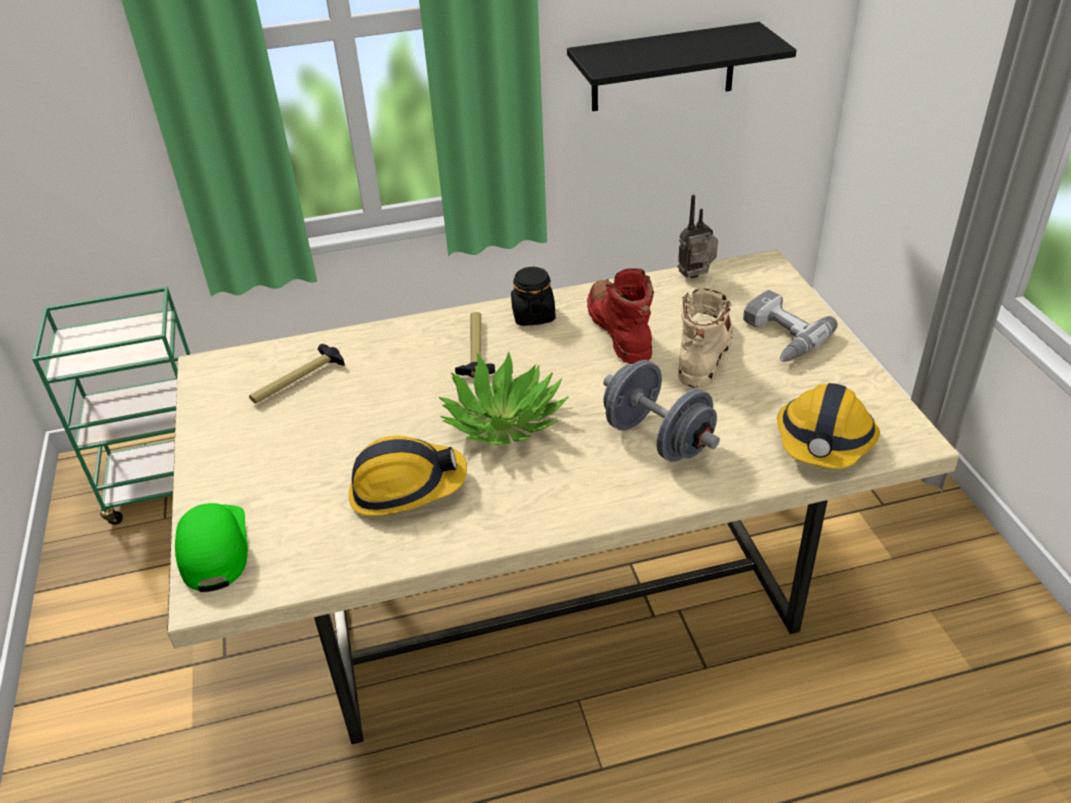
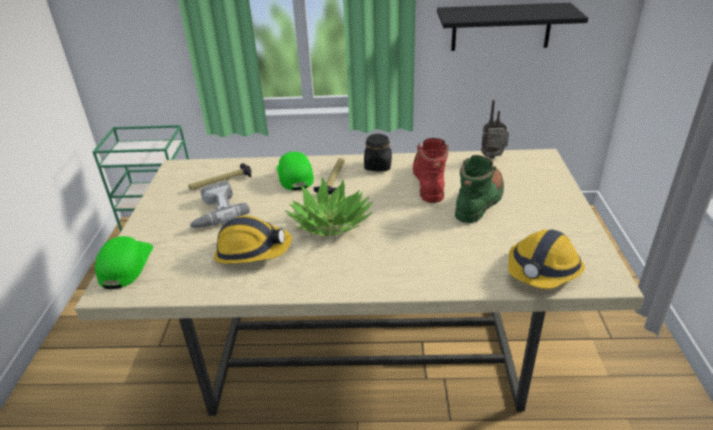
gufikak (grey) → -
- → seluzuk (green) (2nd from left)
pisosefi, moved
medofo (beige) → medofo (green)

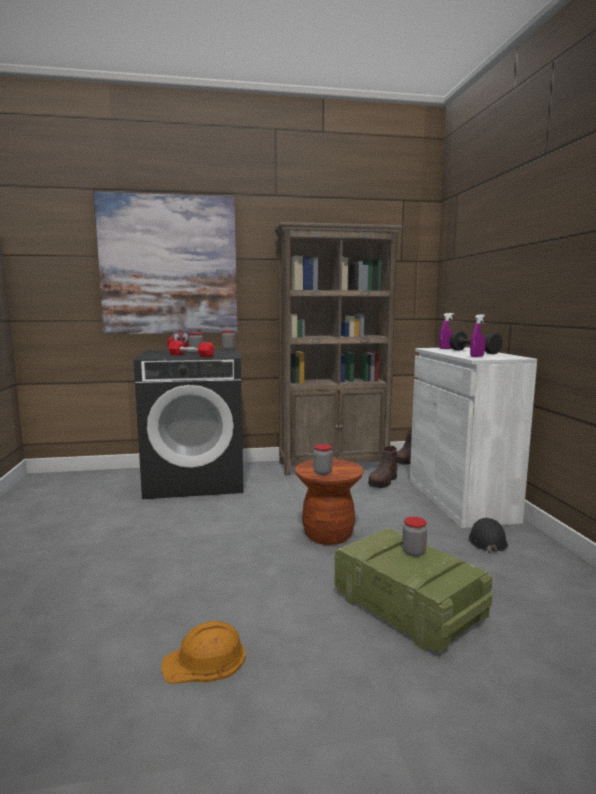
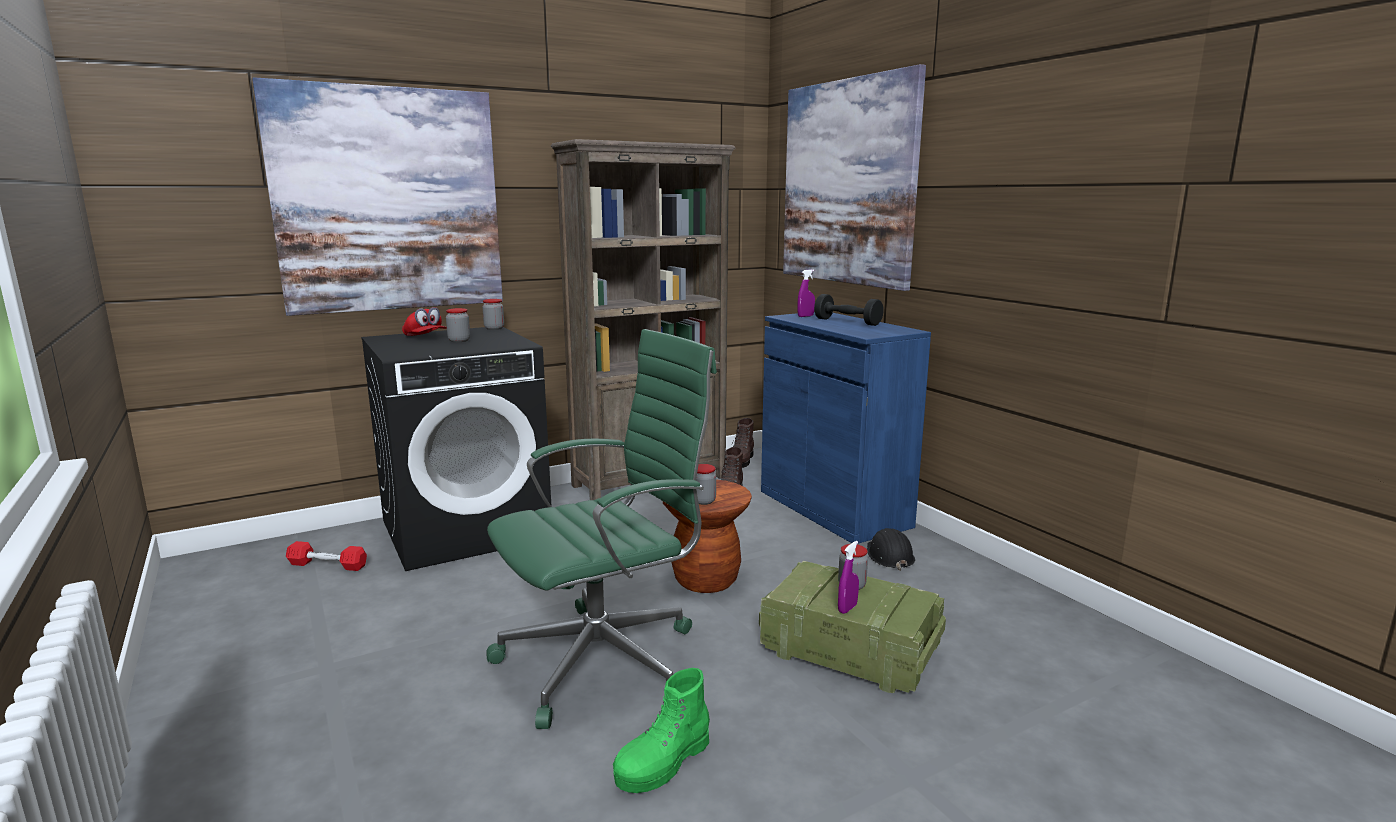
- → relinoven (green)
- → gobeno (2nd from left)
gufikak (red), moved
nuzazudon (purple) (2nd from left), moved
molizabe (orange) → medofo (green)
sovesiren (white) → sovesiren (blue)

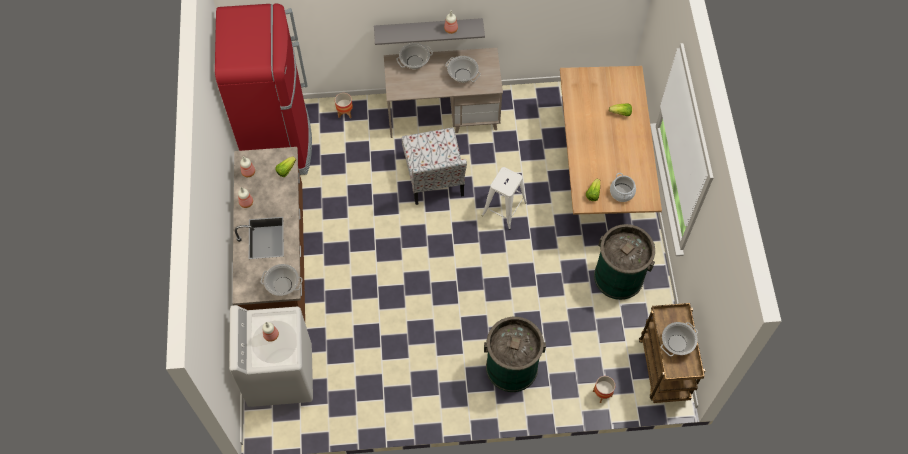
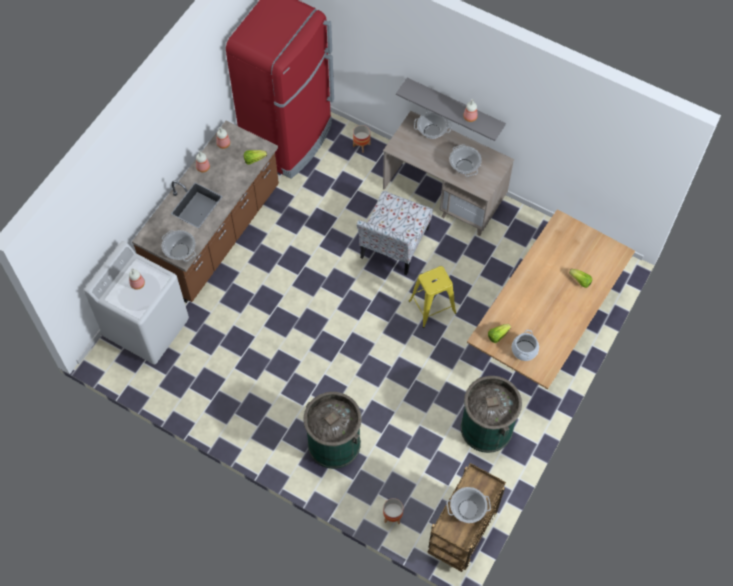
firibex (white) → firibex (yellow)

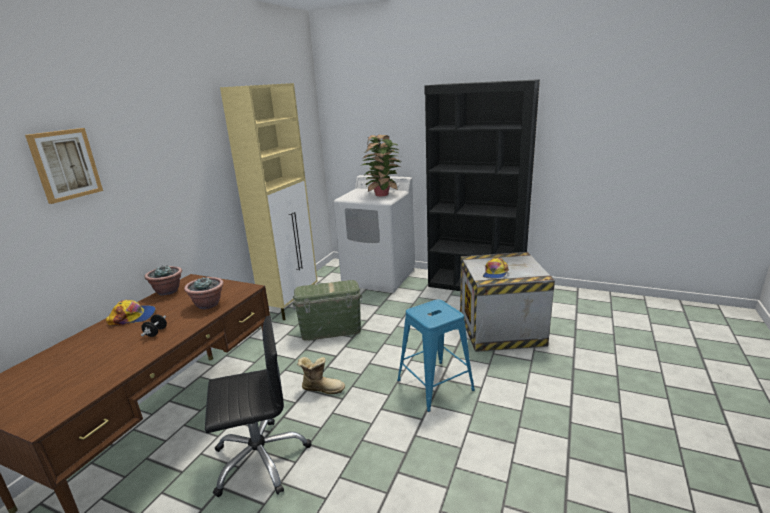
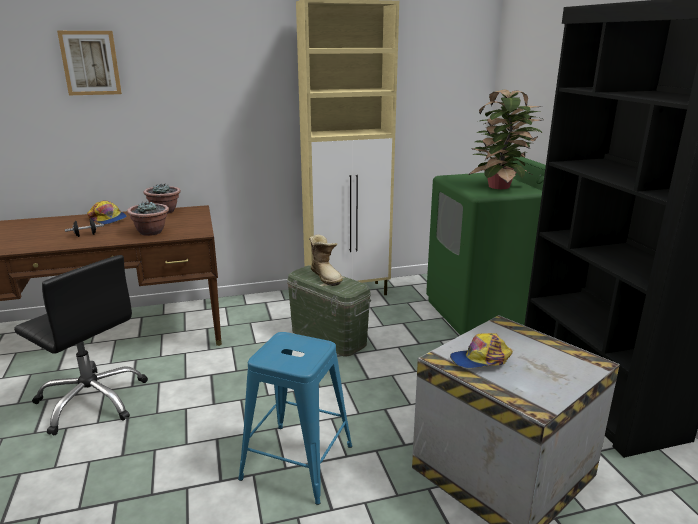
medofo, moved
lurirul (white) → lurirul (green)

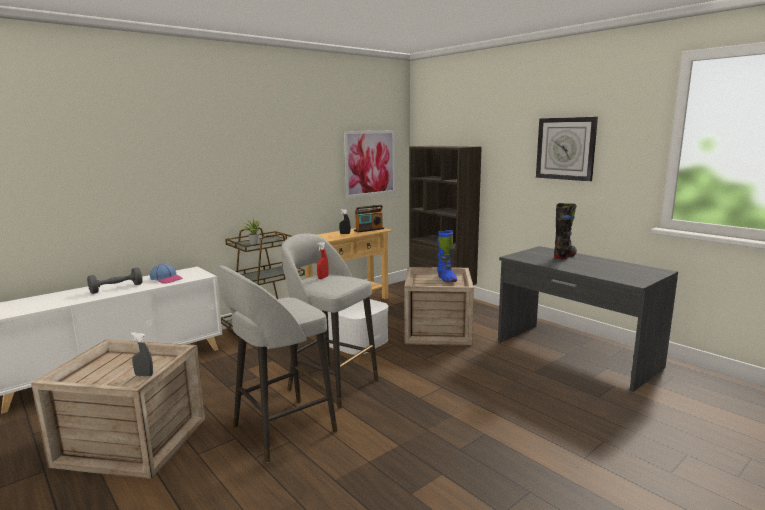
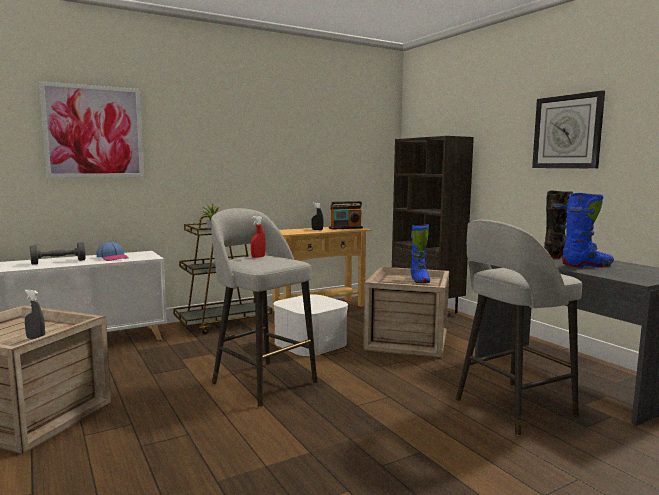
- → medofo (blue) (2nd from left)
firibex (grey) (1st from left in the first image) → firibex (grey) (2nd from left), moved
gobeno, moved

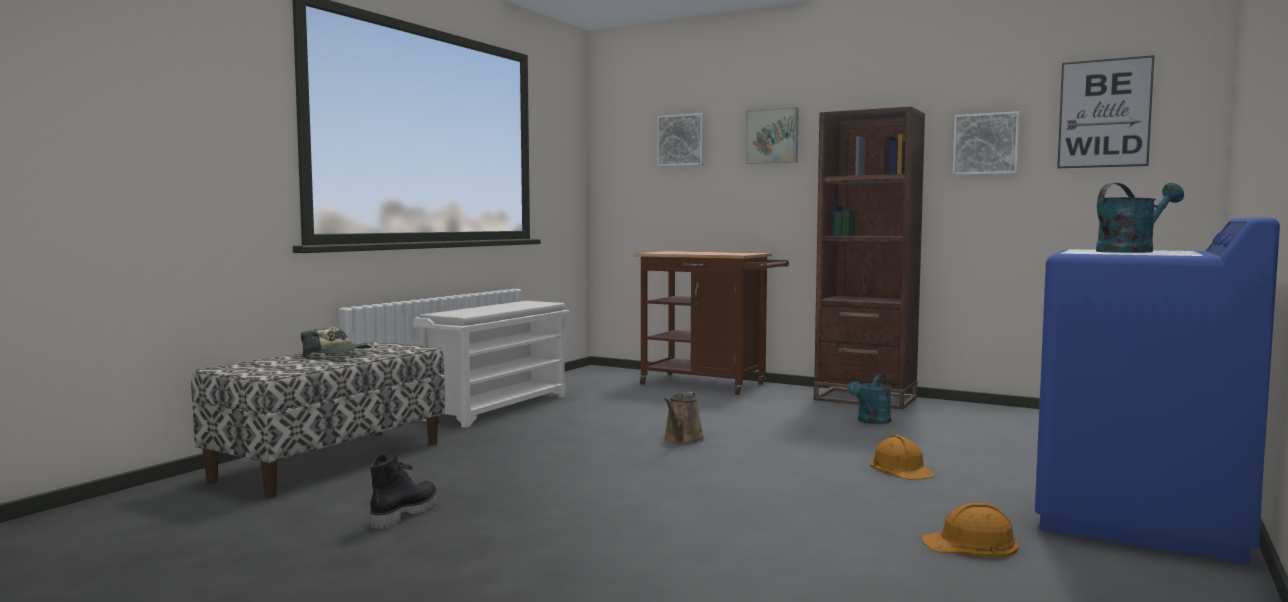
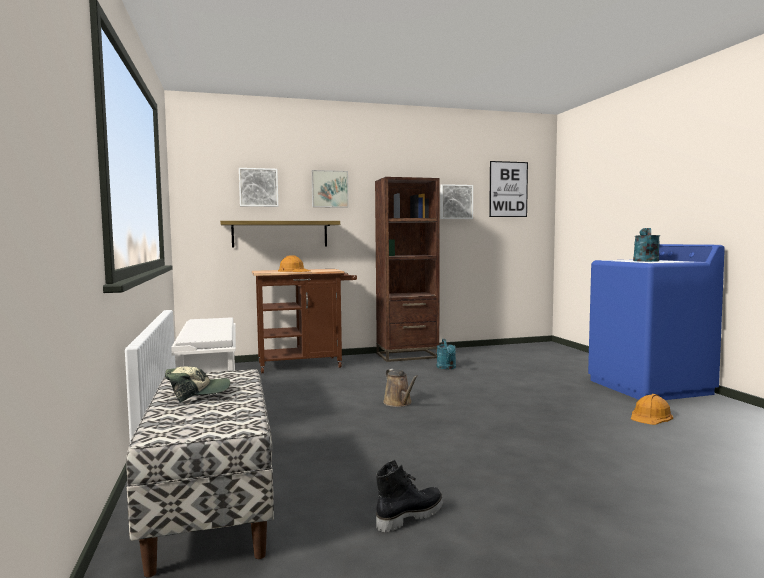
- → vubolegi
molizabe (orange) (1st from left), moved
medofo (black), 75 degrees clockwise

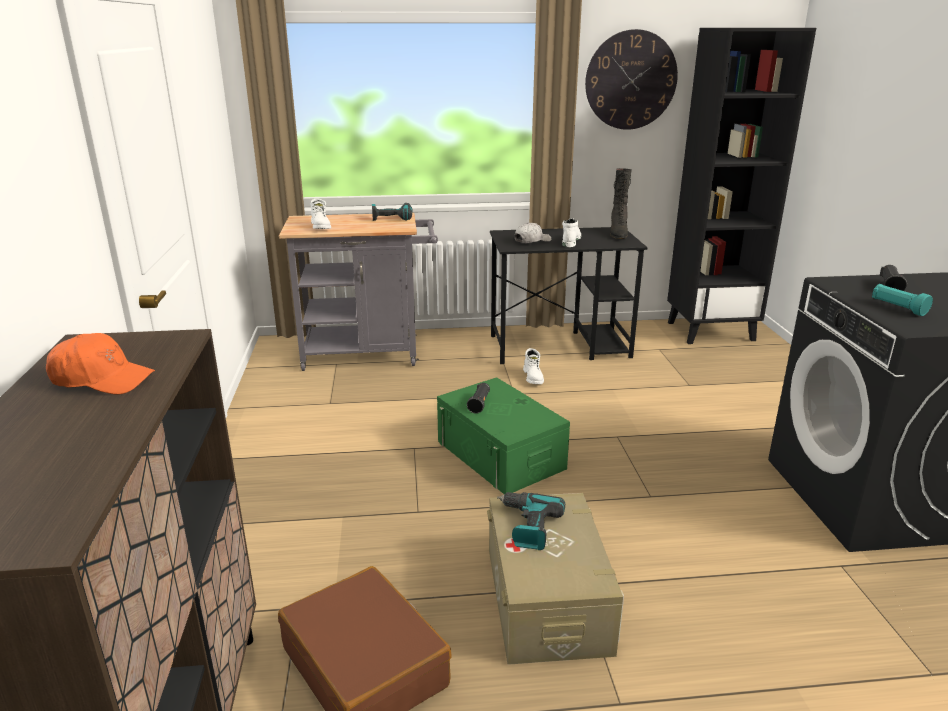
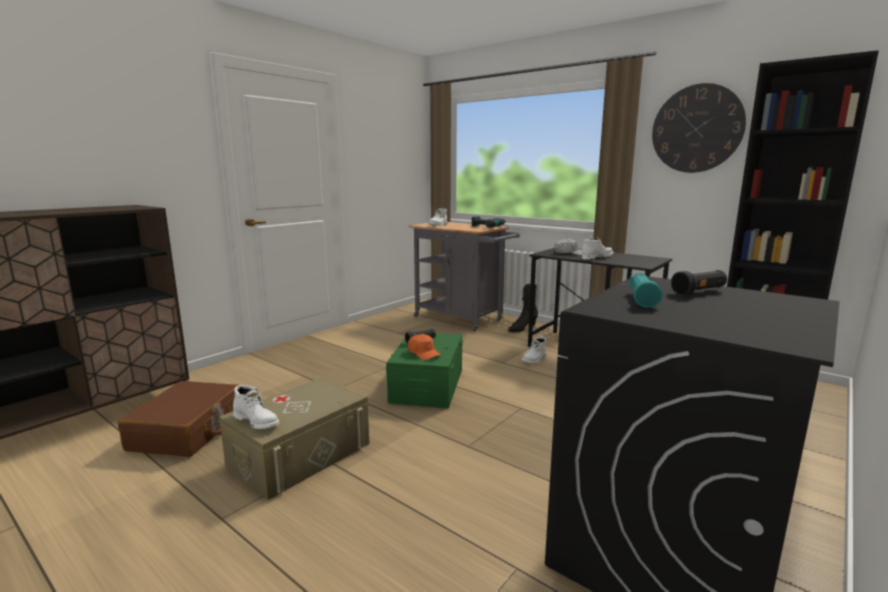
pisosefi (2nd from left) → -
- → medofo (white) (1st from left)
seluzuk (orange), moved
medofo (black), moved

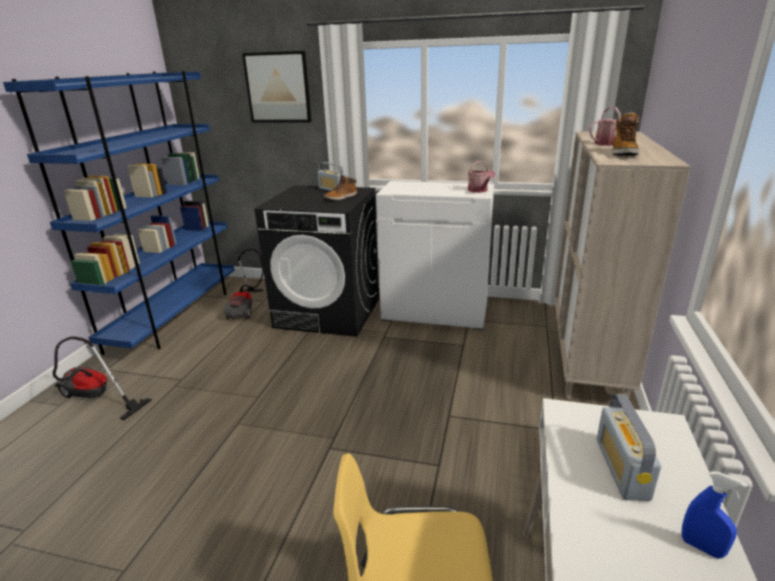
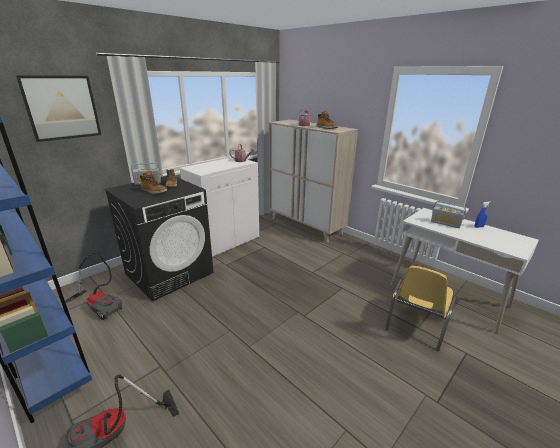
- → medofo (1st from left)

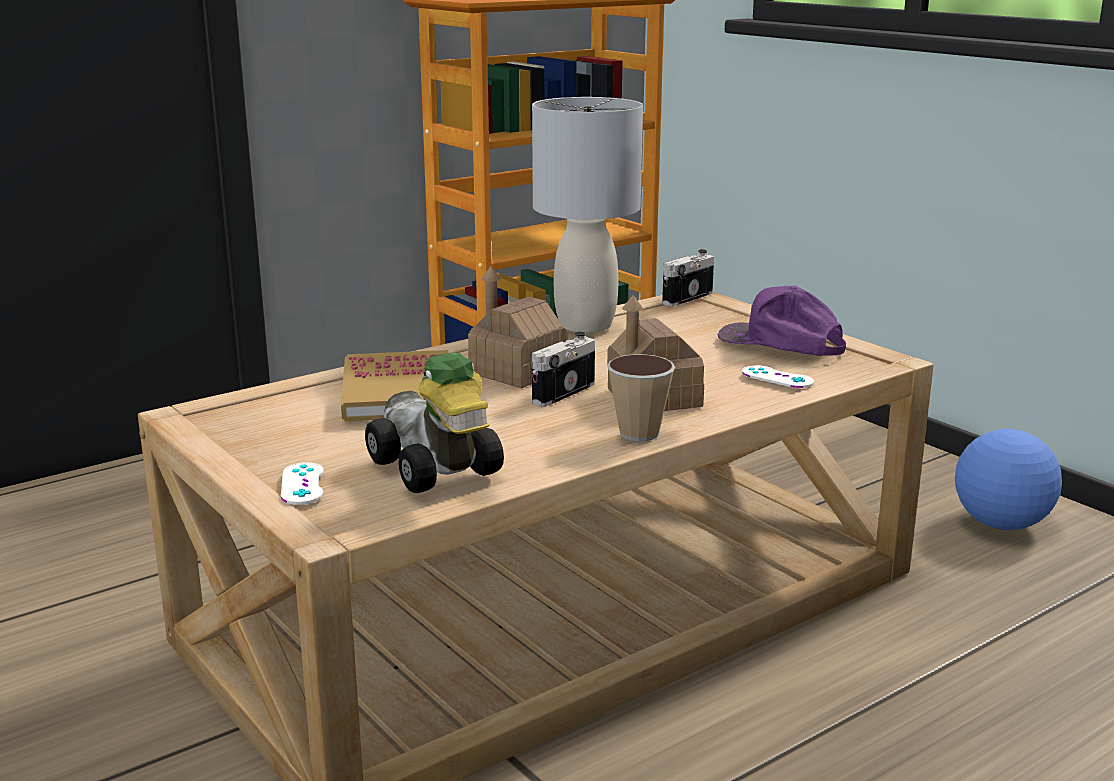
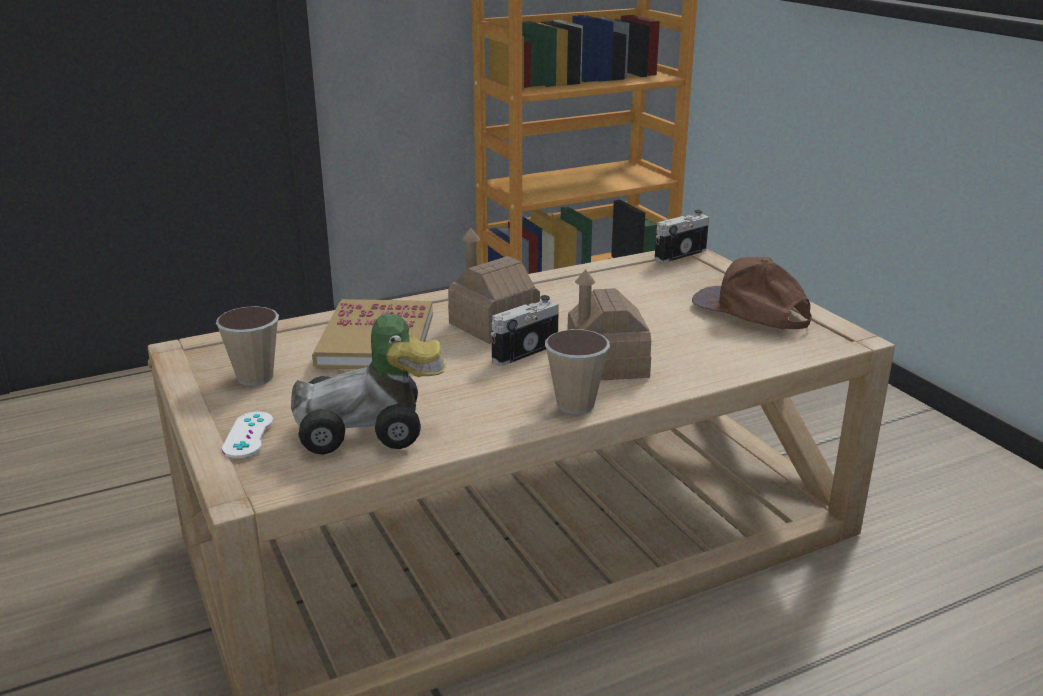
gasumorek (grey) → -
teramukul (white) (2nd from left) → -
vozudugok → -
- → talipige (1st from left)
seluzuk (purple) → seluzuk (brown)
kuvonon, 75 degrees counterclockwise

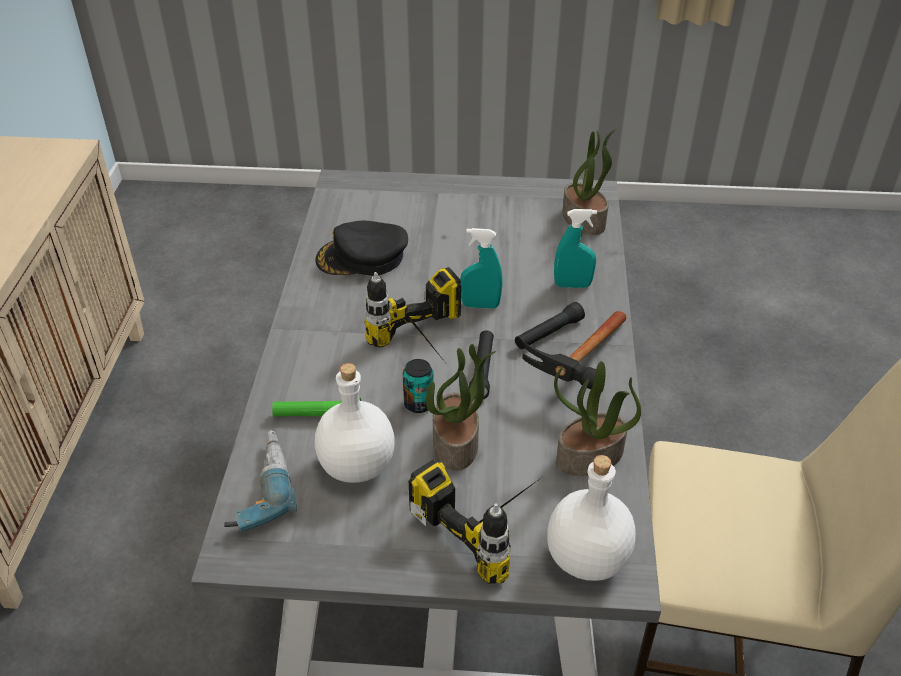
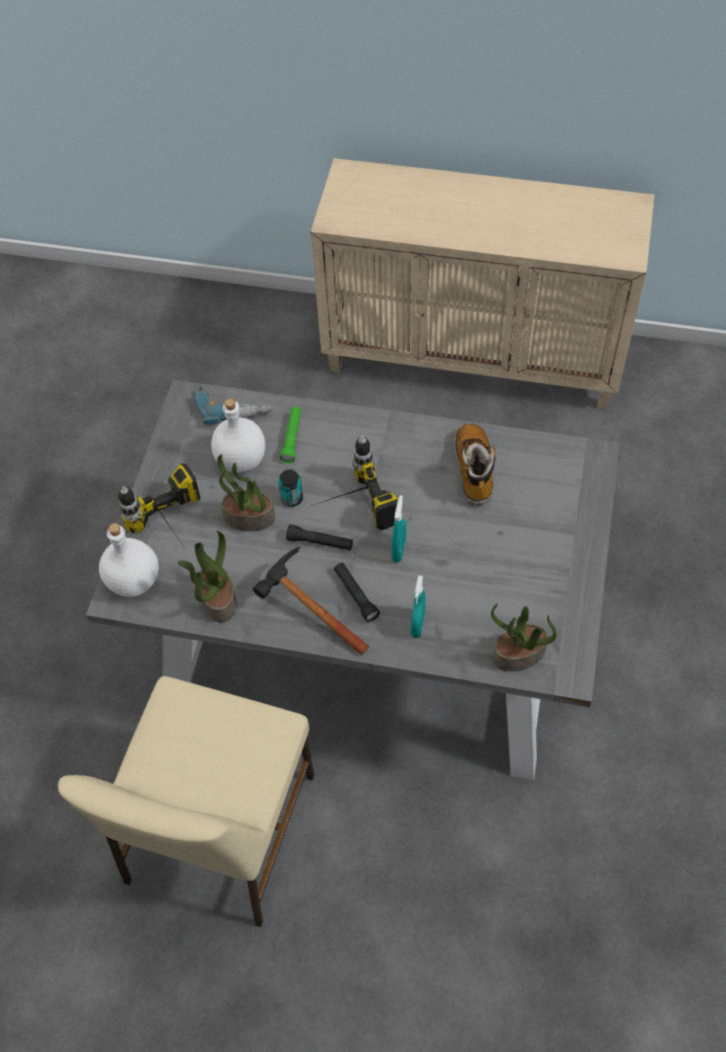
seluzuk (black) → medofo

